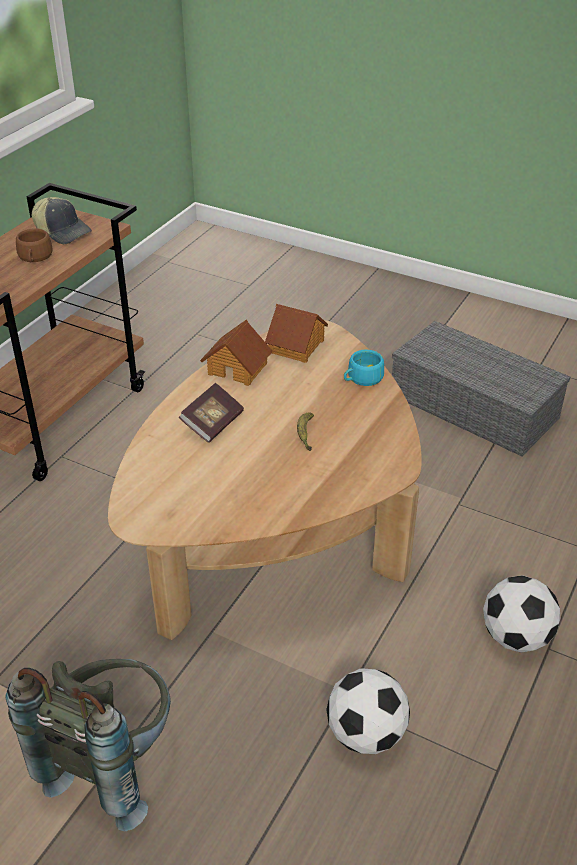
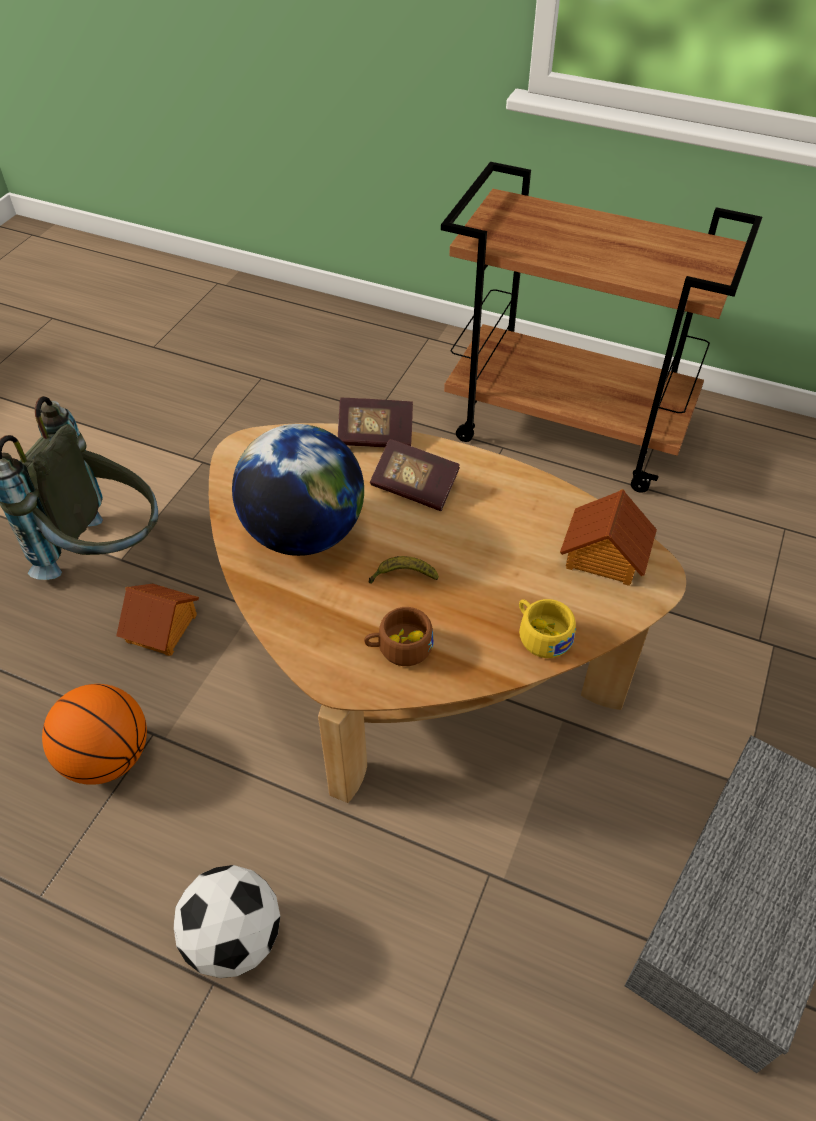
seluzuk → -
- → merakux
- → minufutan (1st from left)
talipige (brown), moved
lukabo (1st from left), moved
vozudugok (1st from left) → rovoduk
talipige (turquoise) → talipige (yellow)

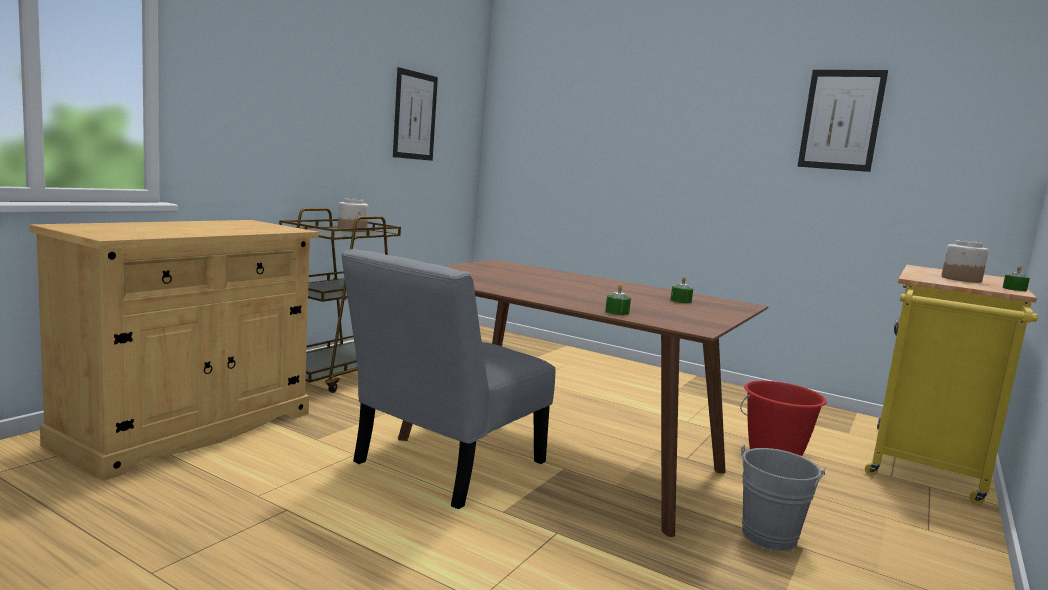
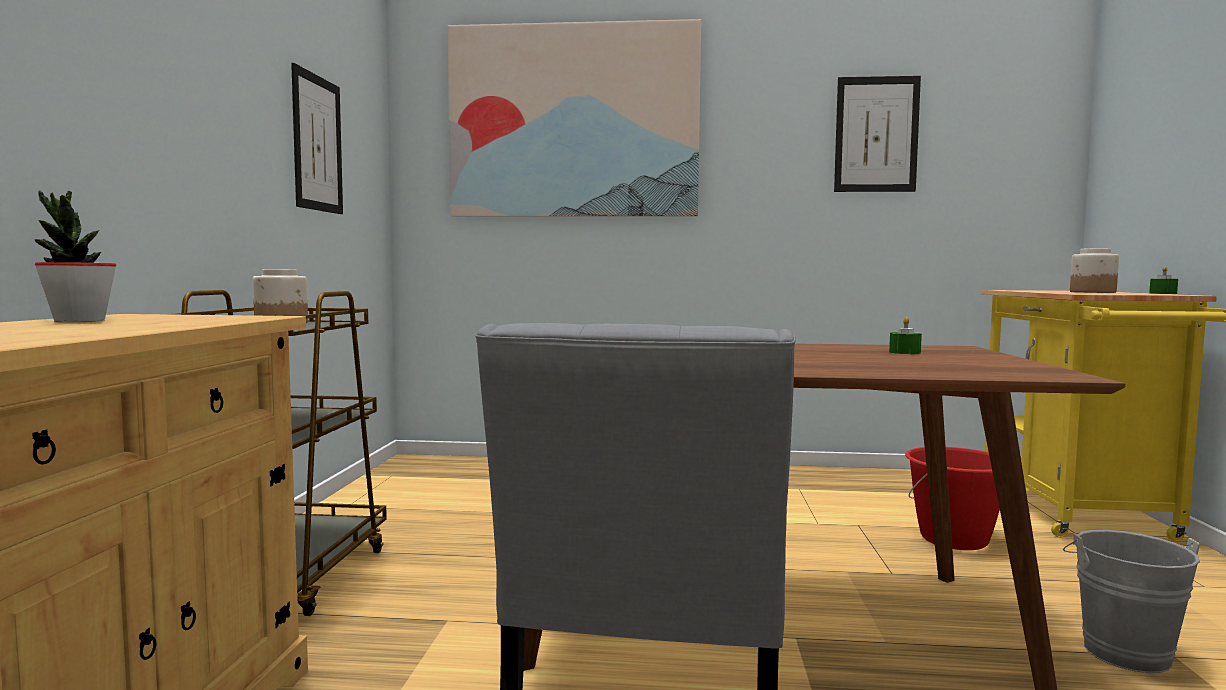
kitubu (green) (1st from left) → -
- → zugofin
- → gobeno (2nd from left)

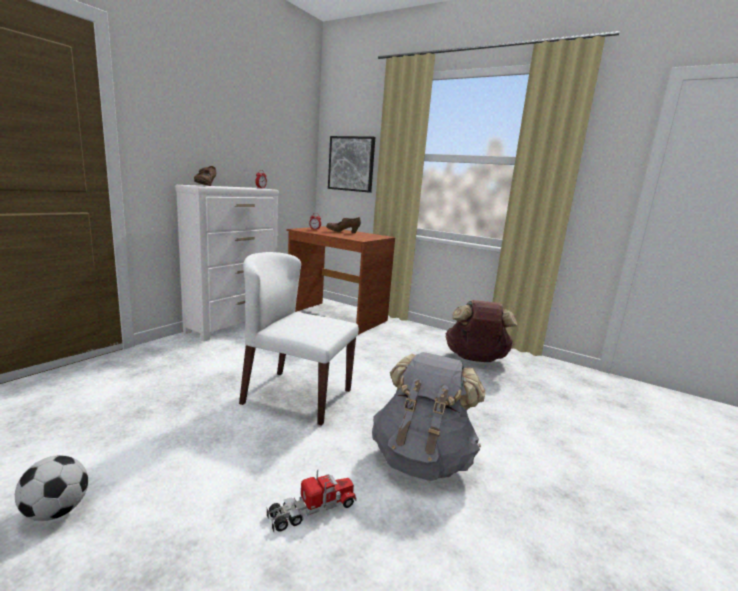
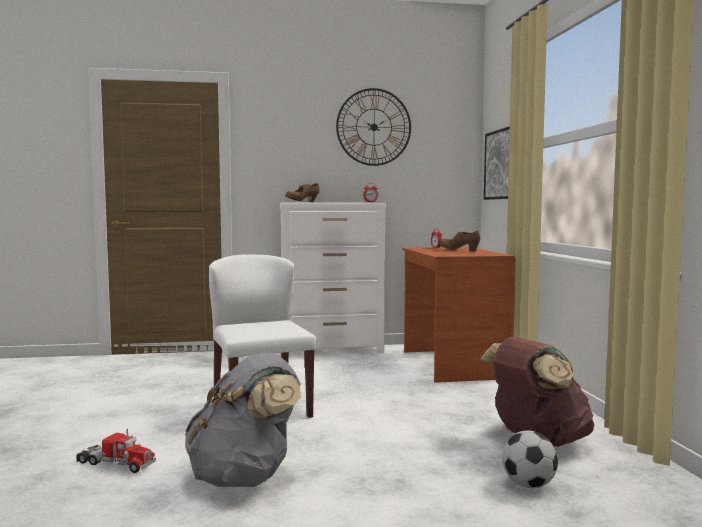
- → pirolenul
vozudugok, moved

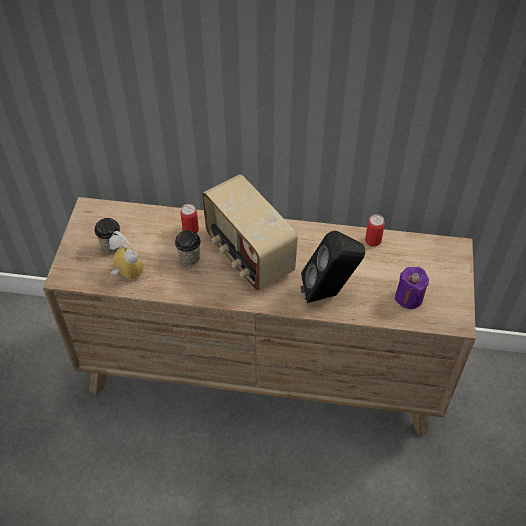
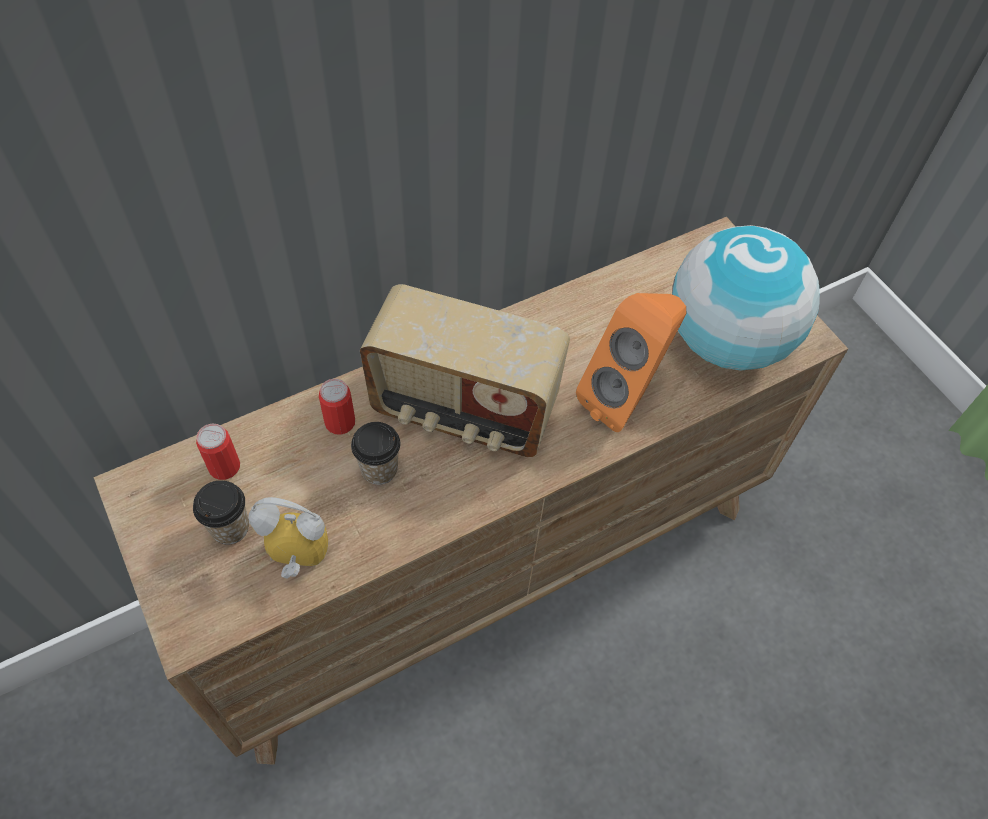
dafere (2nd from left in the first image) → dafere (1st from left), moved
kitubu (purple) → merakux
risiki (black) → risiki (orange)

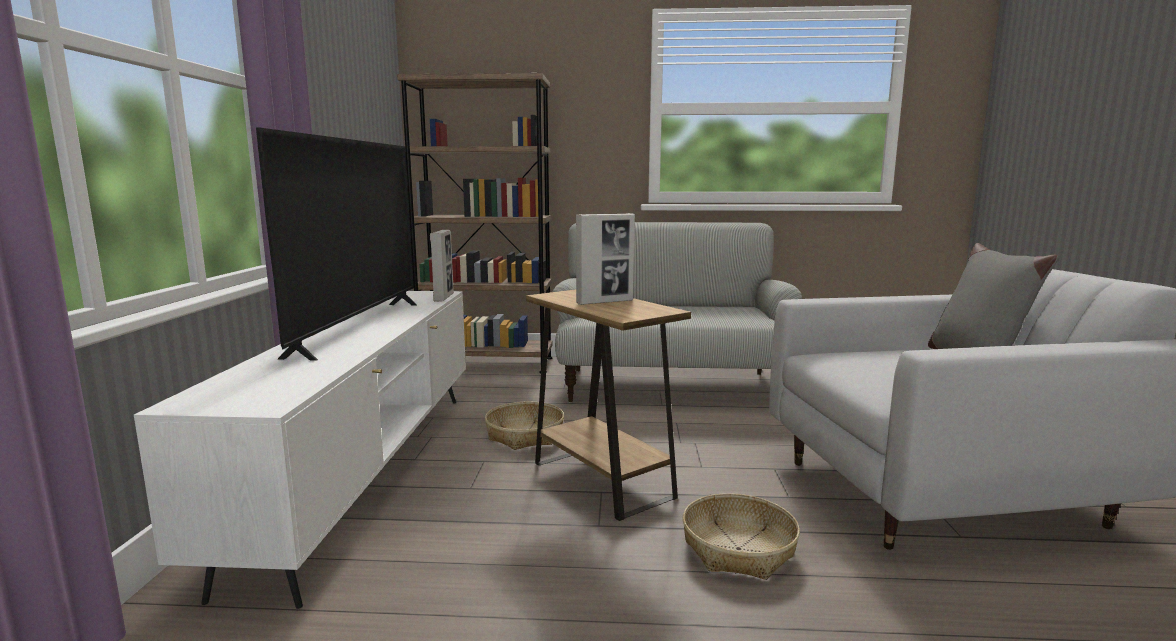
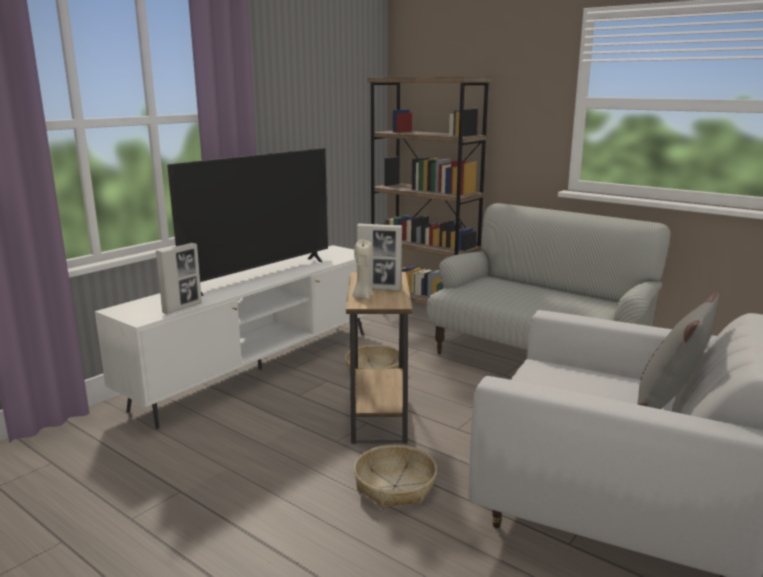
- → kitubu (beige)
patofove (1st from left), moved

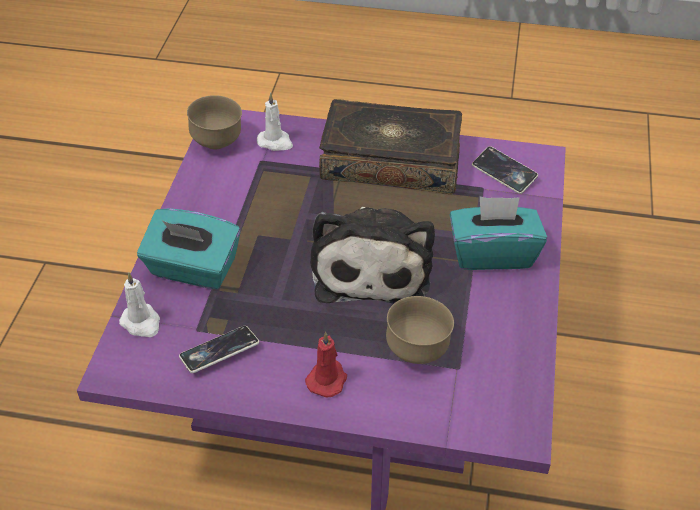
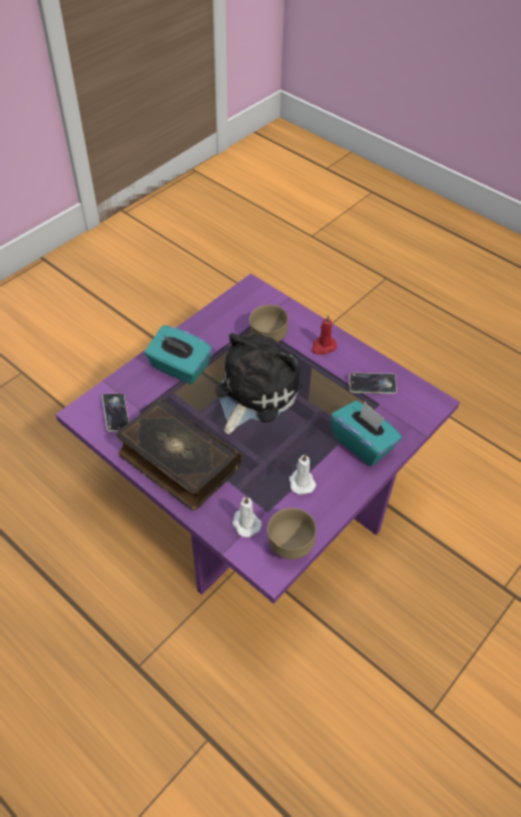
kitubu (white) (1st from left in the first image) → kitubu (white) (2nd from left), moved

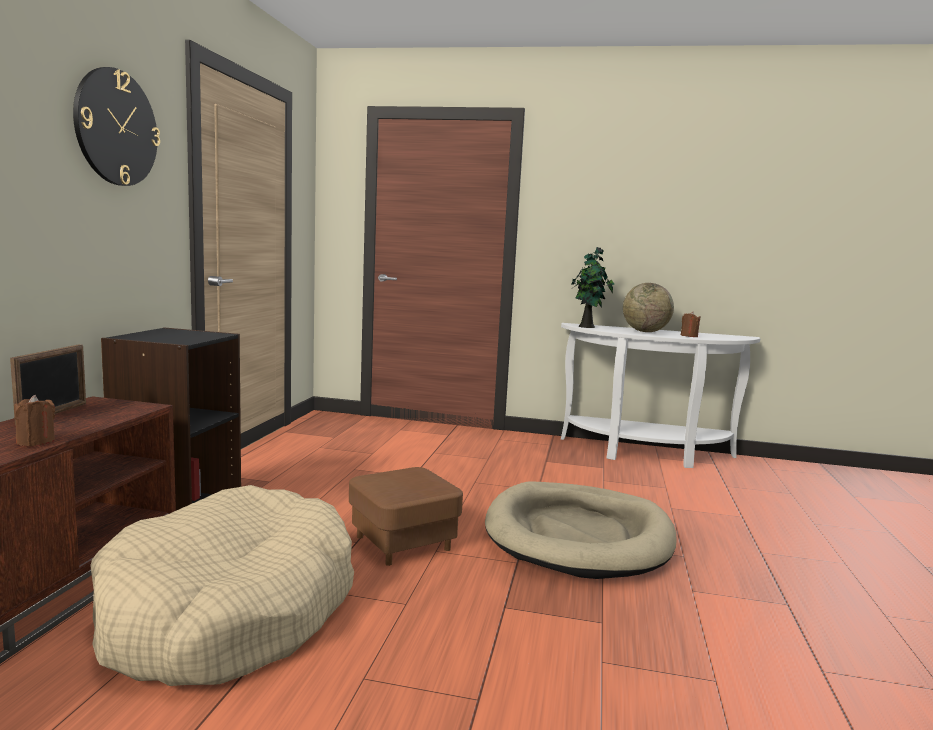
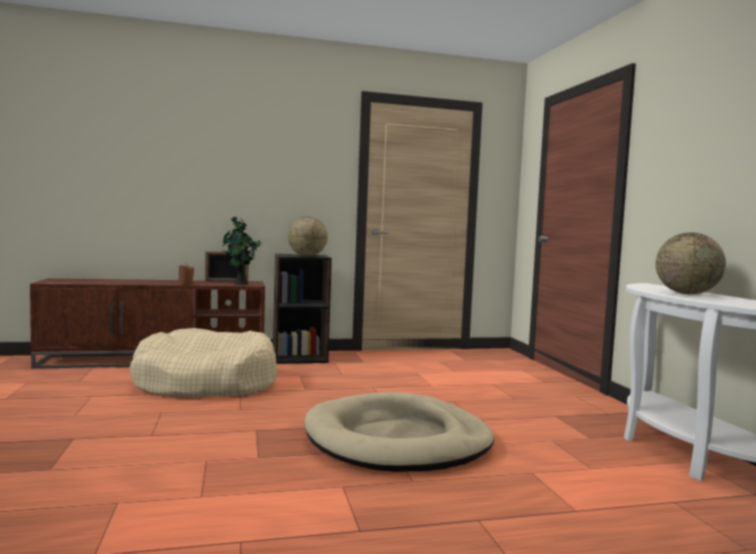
pirolenul → -
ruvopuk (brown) → -
kitubu (brown) (2nd from left) → -
- → merakux (1st from left)
zugofin, moved

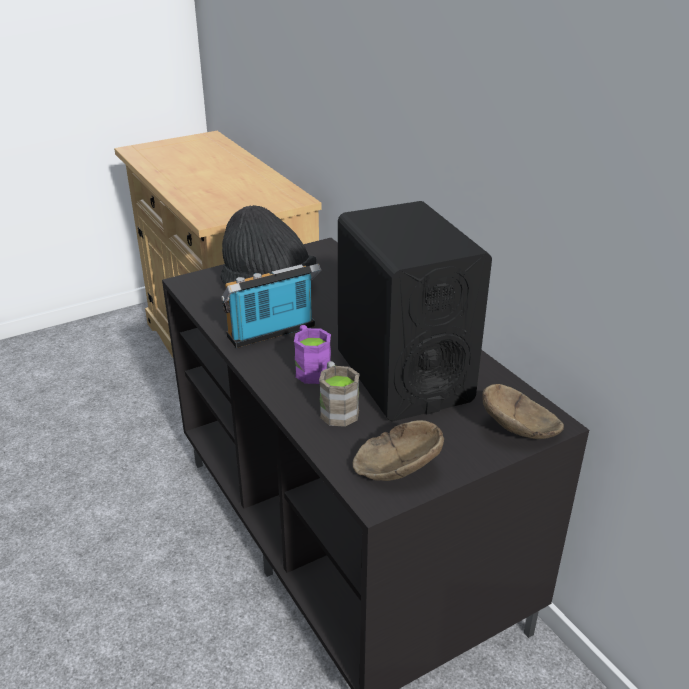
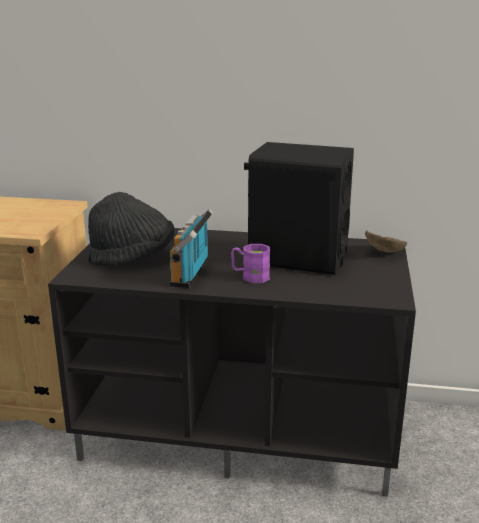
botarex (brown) → -
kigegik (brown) (1st from left) → -

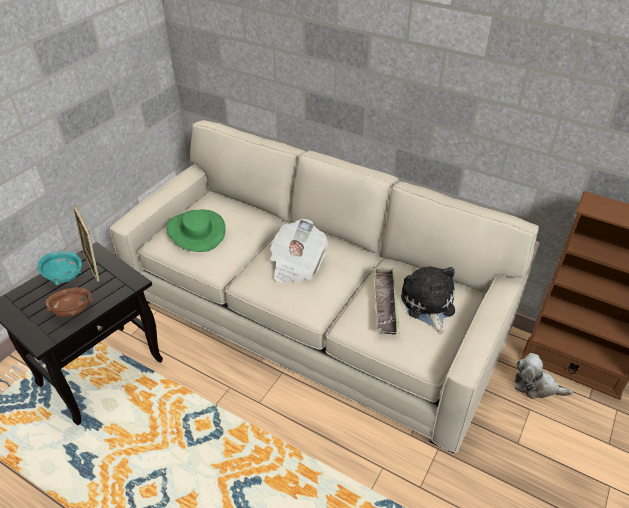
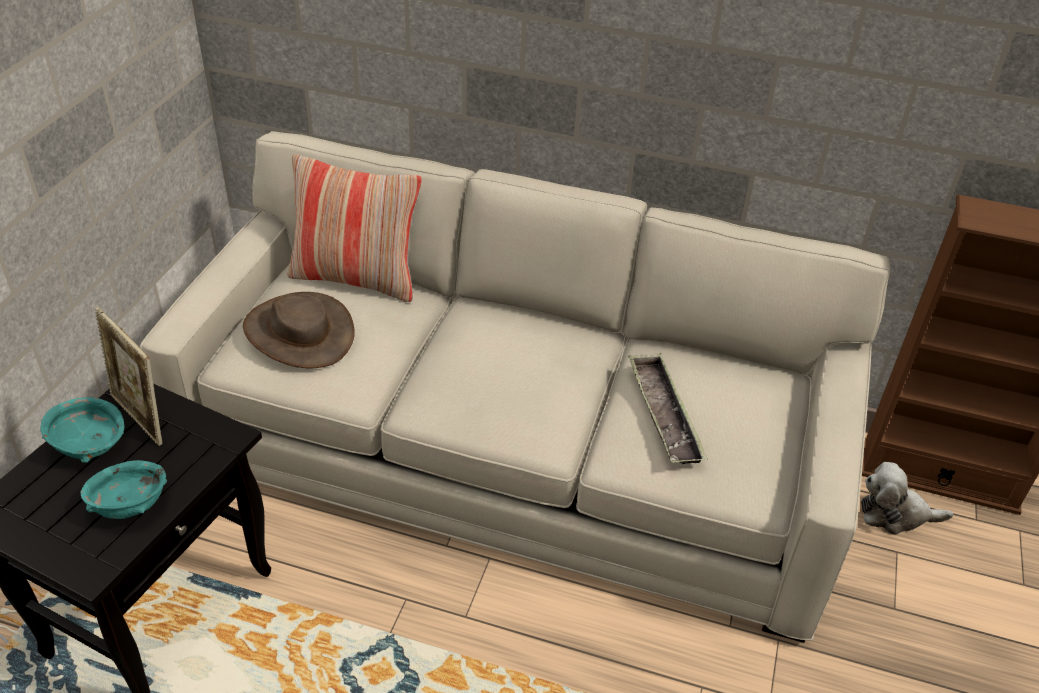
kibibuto → -
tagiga (1st from left) → -
- → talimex
kigegik (brown) → kigegik (turquoise) (2nd from left)
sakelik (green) → sakelik (brown)

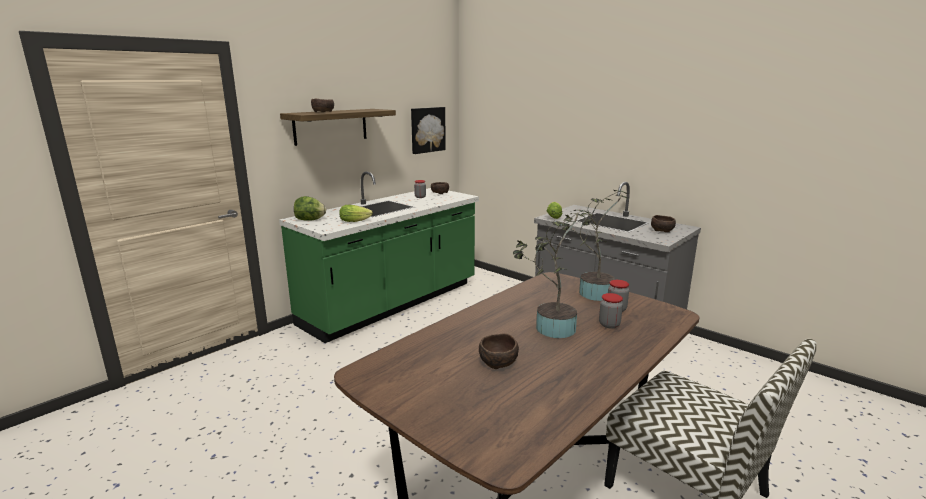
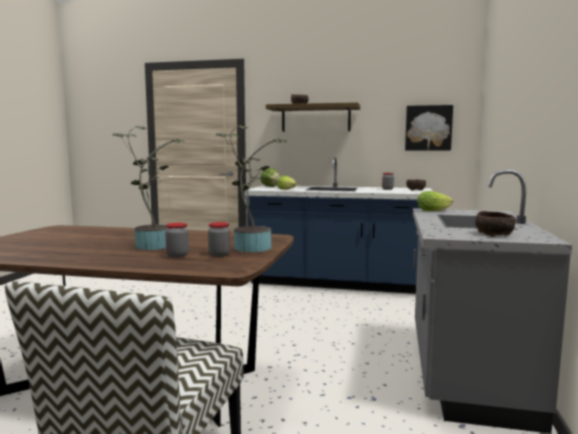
kigegik (brown) (3rd from left) → -
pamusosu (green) → pamusosu (blue)

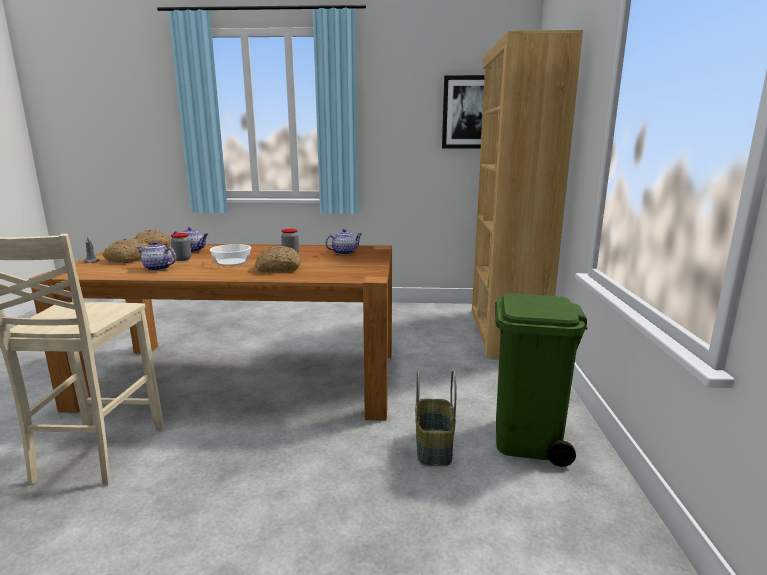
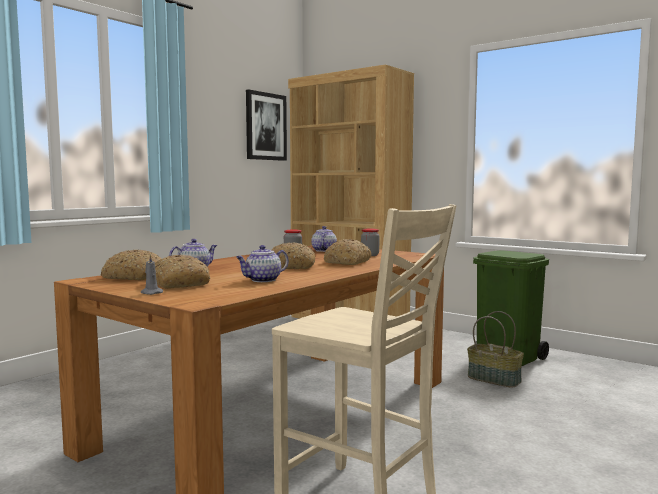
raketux (1st from left in the first image) → raketux (2nd from left), moved
kigegik → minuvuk (3rd from left)

